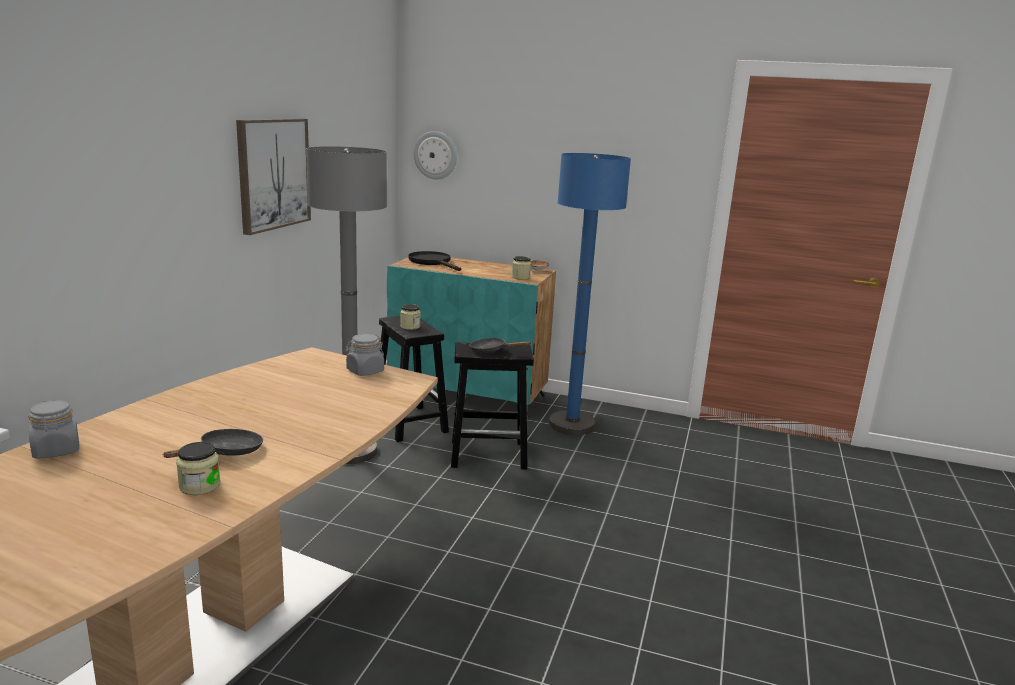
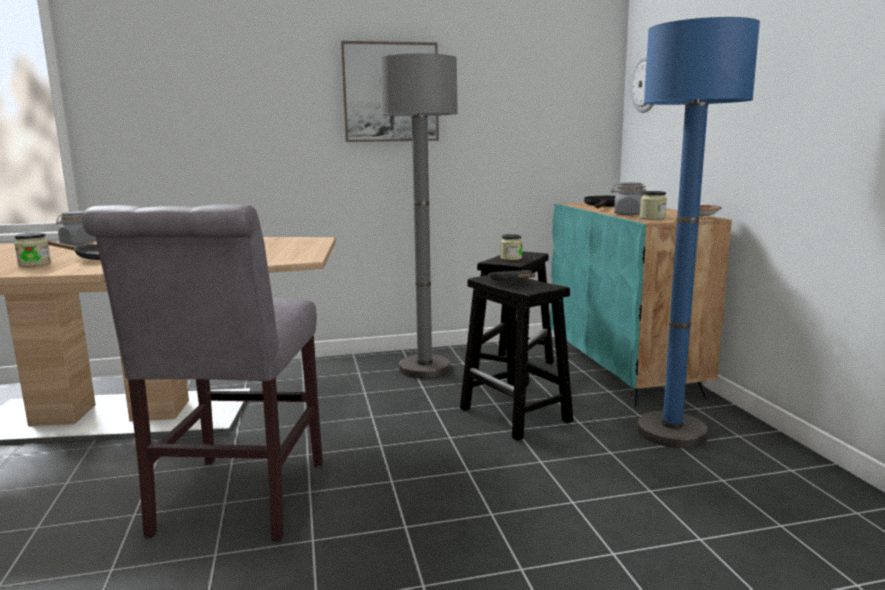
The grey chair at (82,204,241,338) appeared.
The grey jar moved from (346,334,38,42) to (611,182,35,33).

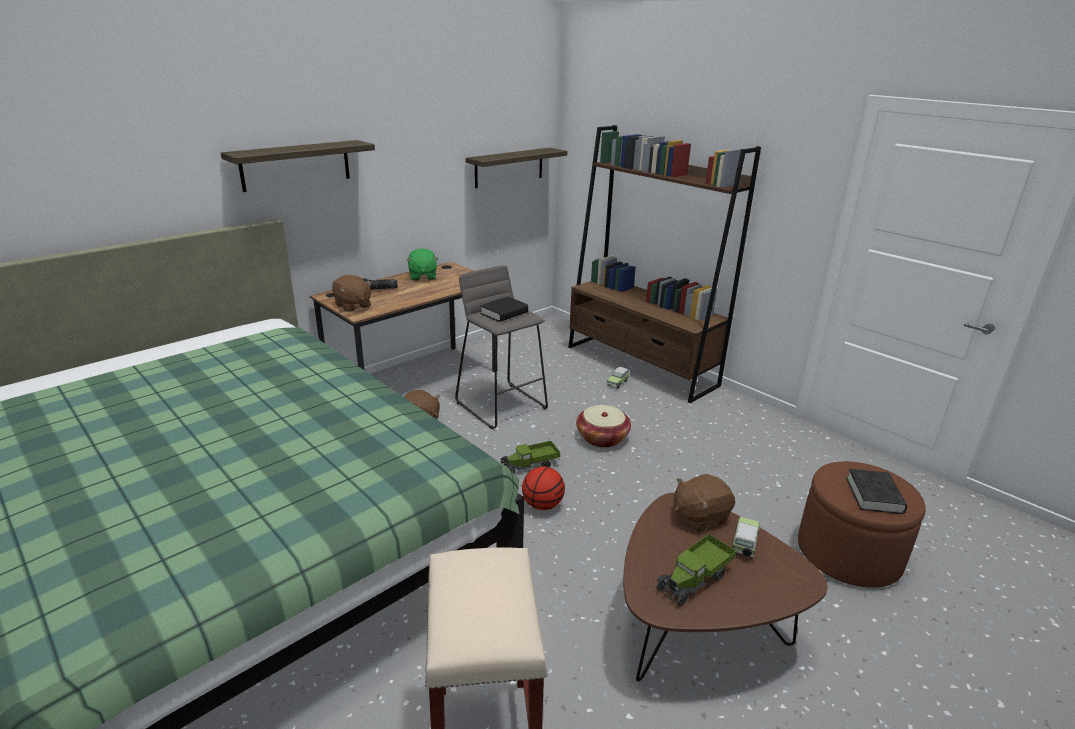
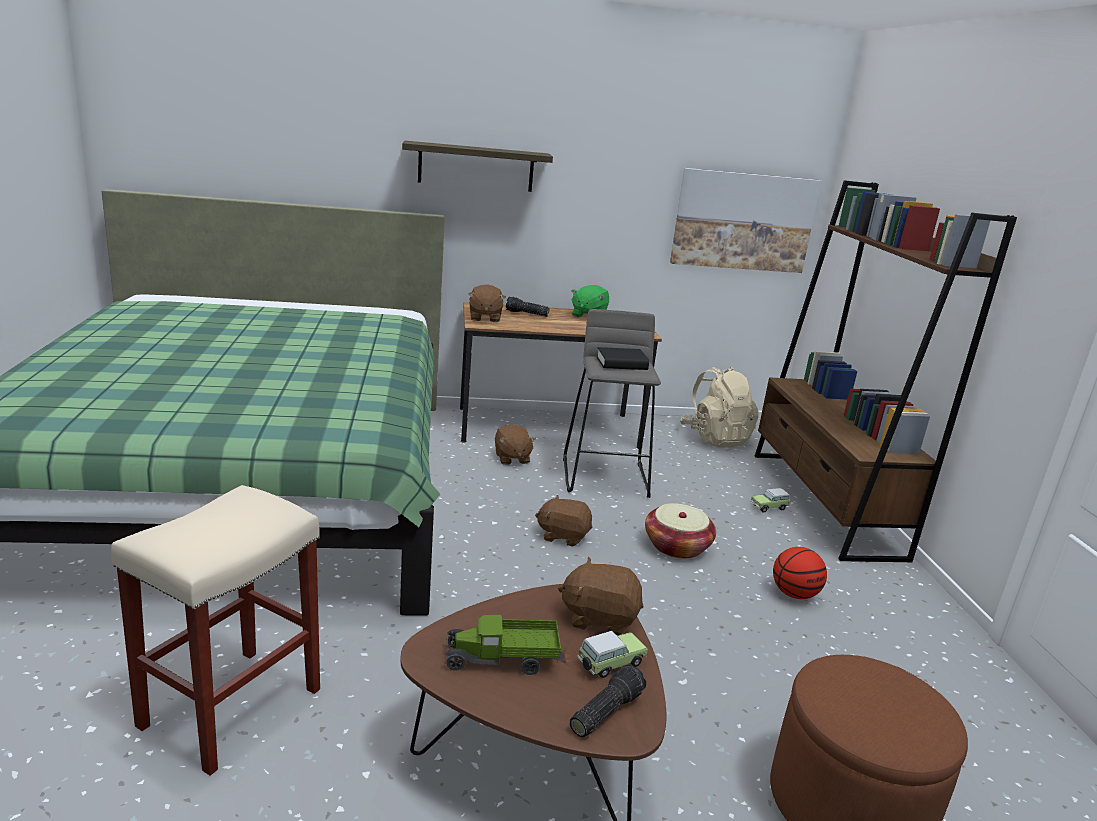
The toy truck at (500,441,60,33) was replaced by the brown plush toy at (535,495,57,52).
The flashlight at (570,664,76,73) appeared.
The shelf at (465,147,102,41) was replaced by the picture at (670,168,151,105).
The beige backpack at (680,367,78,81) appeared.
The basketball moved from (522,467,43,43) to (773,547,54,52).
The black book at (846,469,61,45) disappeared.

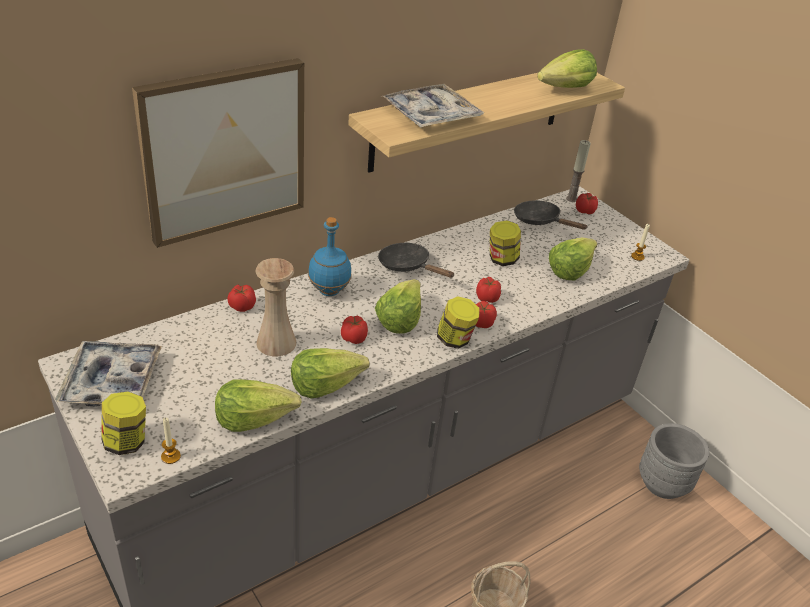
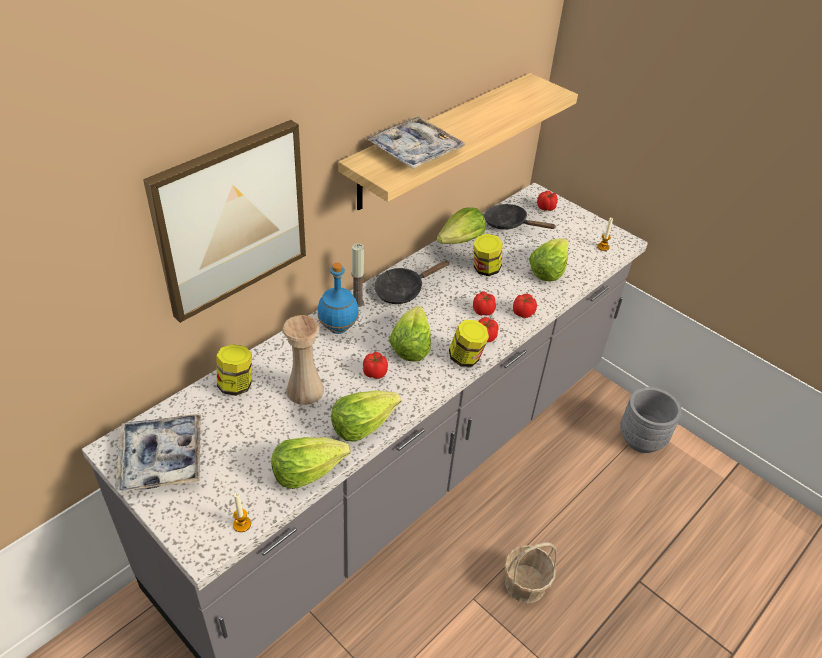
The jar moved from (101,392,45,63) to (217,344,35,52).
The candle moved from (566,140,25,62) to (351,243,13,64).
The black frying pan at (378,243,77,35) turned 60 degrees counterclockwise.
The lettuce moved from (537,49,60,39) to (437,207,49,37).
The tomato moved from (227,284,29,28) to (513,294,24,24).

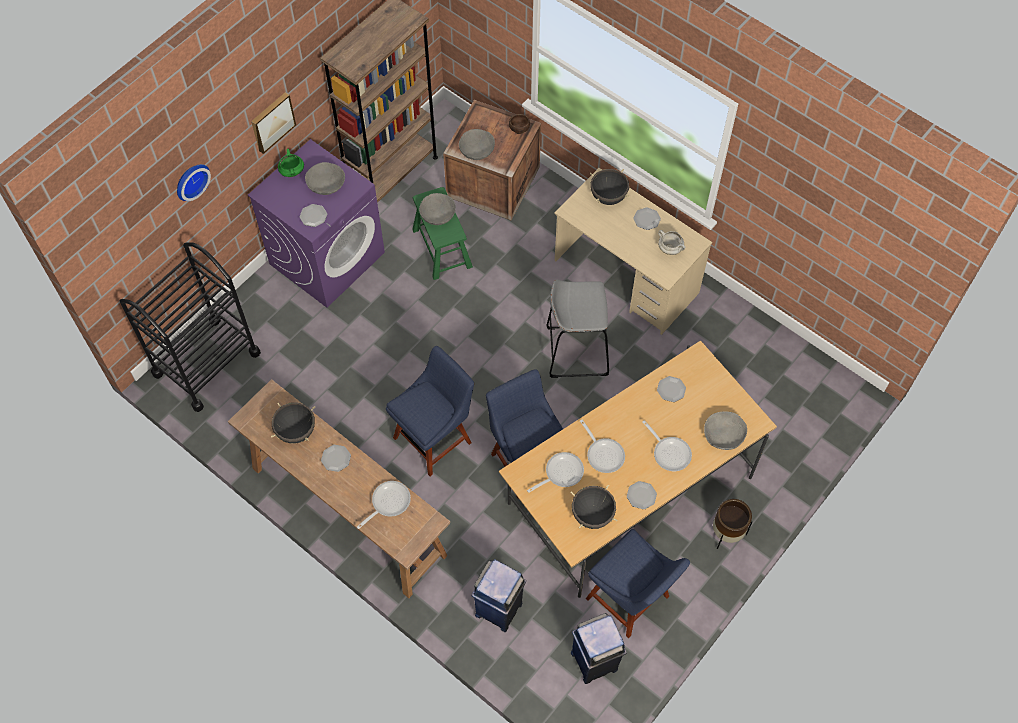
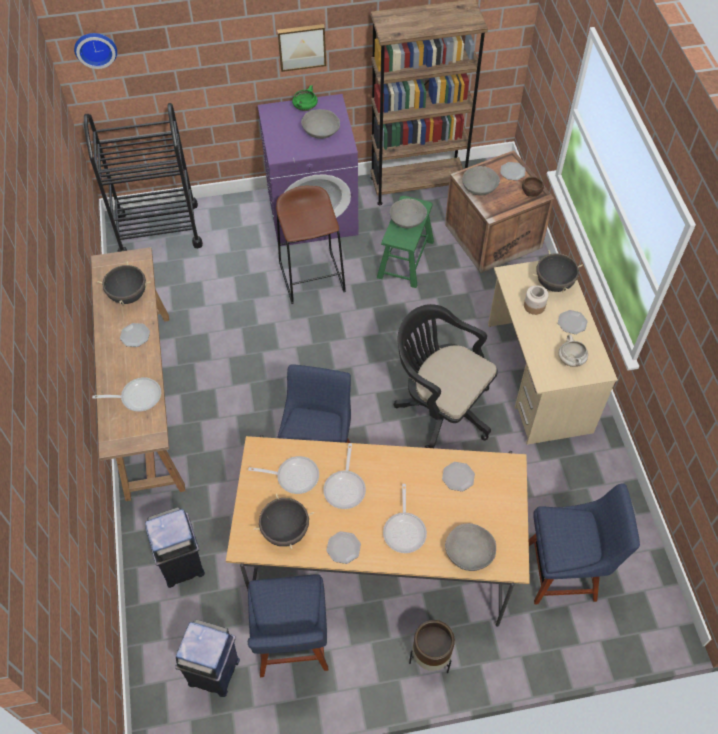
The wall clock moved from (177,164,34,37) to (74,33,43,36).
The brown stool at (276,186,70,118) appeared.
The grey stool at (547,280,62,98) was replaced by the black office chair at (394,304,104,144).
The plate moved from (299,204,28,23) to (500,162,25,18).
The jar at (524,285,24,30) appeared.
The blue chair moved from (386,346,88,130) to (529,483,111,121).

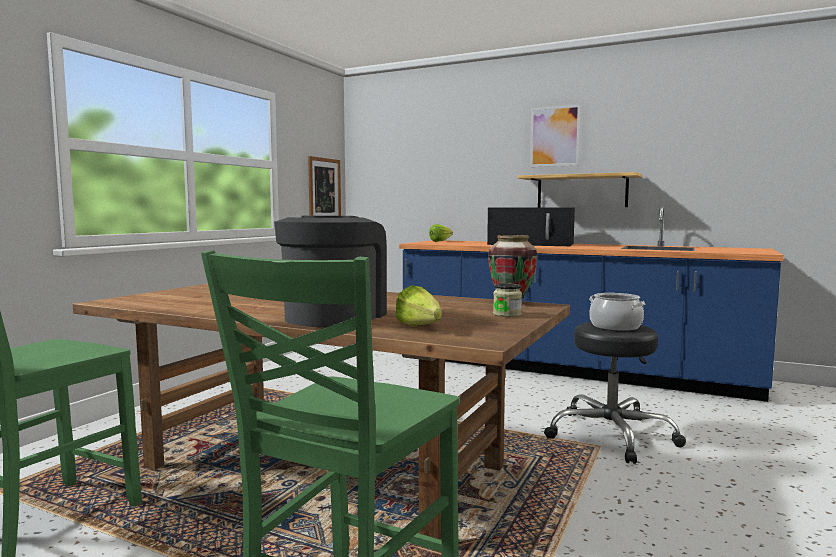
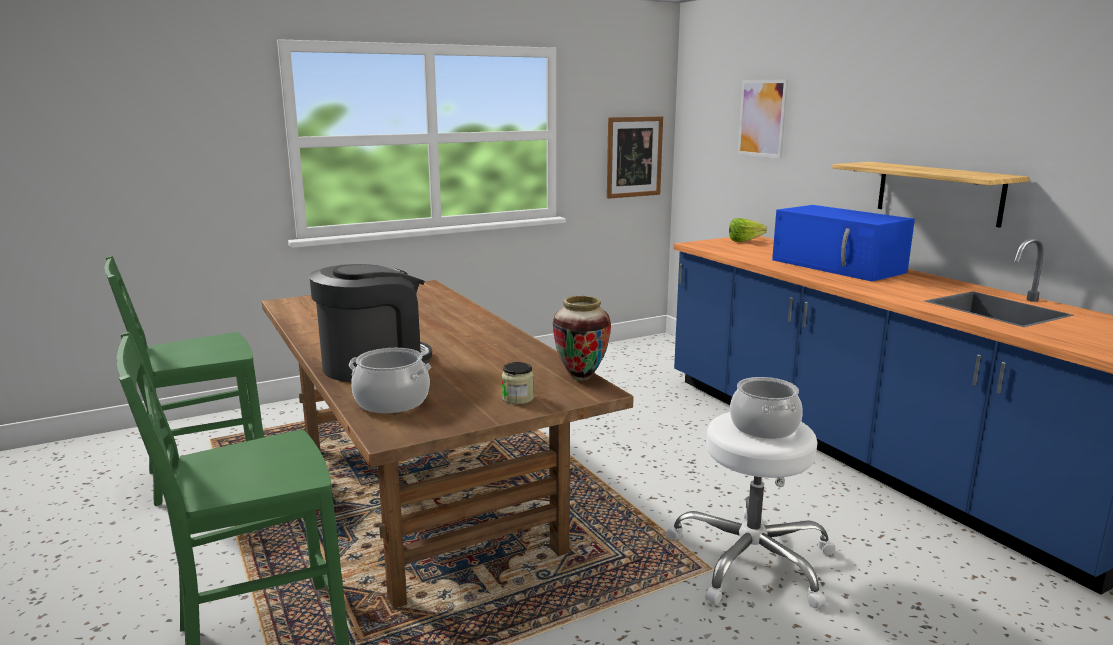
The lettuce at (395,285,47,41) was replaced by the cooking pot at (349,348,82,65).
The black stool at (544,322,142,142) became the white stool at (666,412,169,196).
The picture moved from (530,104,51,63) to (737,79,51,79).
The black microwave at (487,207,88,39) became the blue microwave at (772,205,143,76).

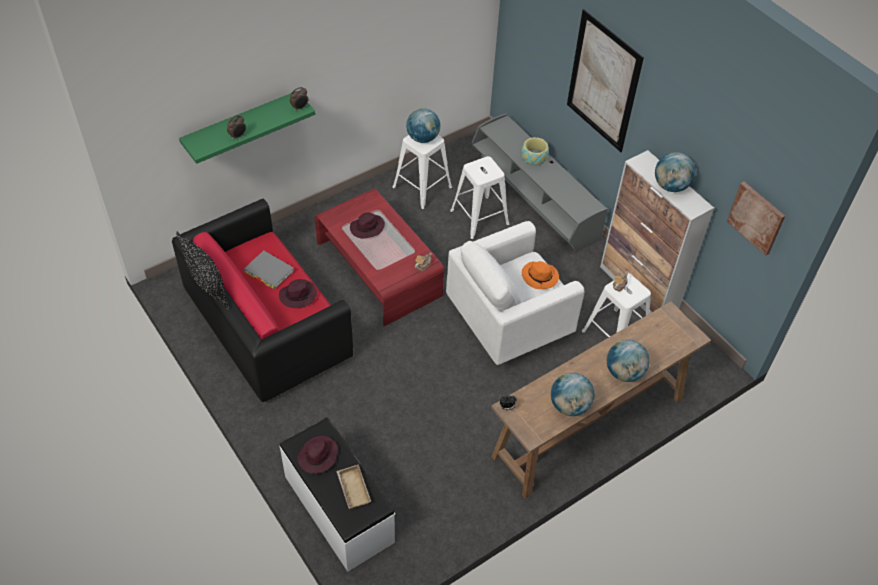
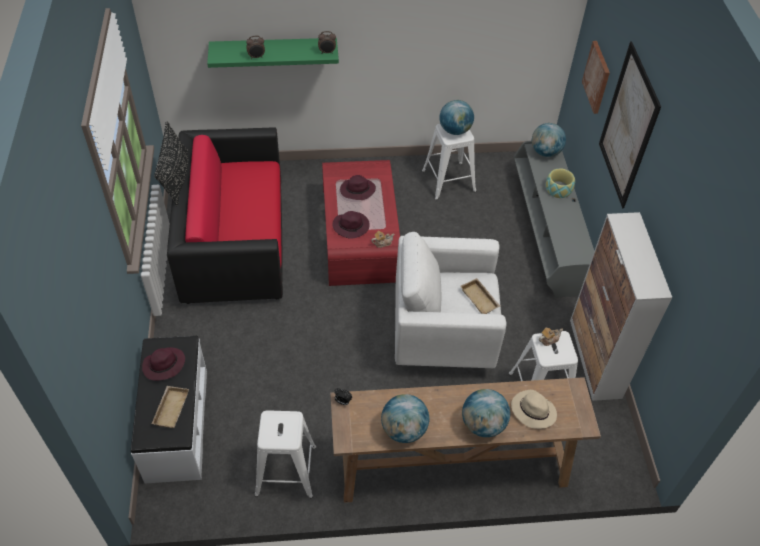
The white stool moved from (450,156,60,84) to (255,410,61,88).
The purple hat moved from (279,279,38,29) to (332,211,38,28).
The orange hat at (522,261,37,28) was replaced by the beige tray at (461,278,39,36).
The beige hat at (511,390,46,39) appeared.
The globe moved from (655,152,40,40) to (532,123,34,34).
The picture moved from (727,182,58,73) to (582,41,28,73).
The grey book at (244,250,50,39) disappeared.

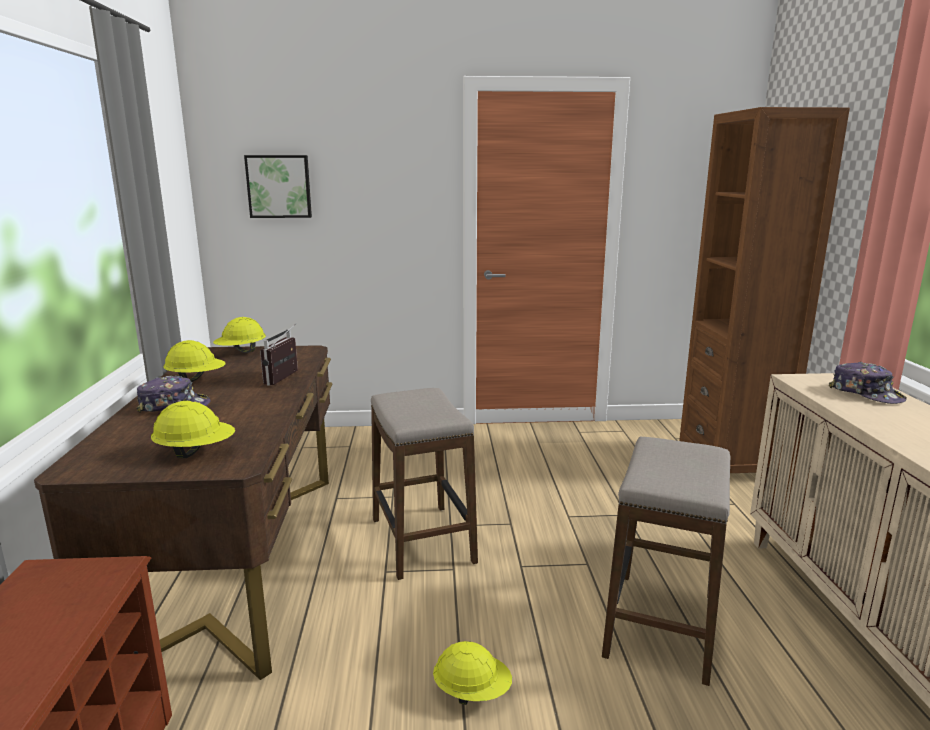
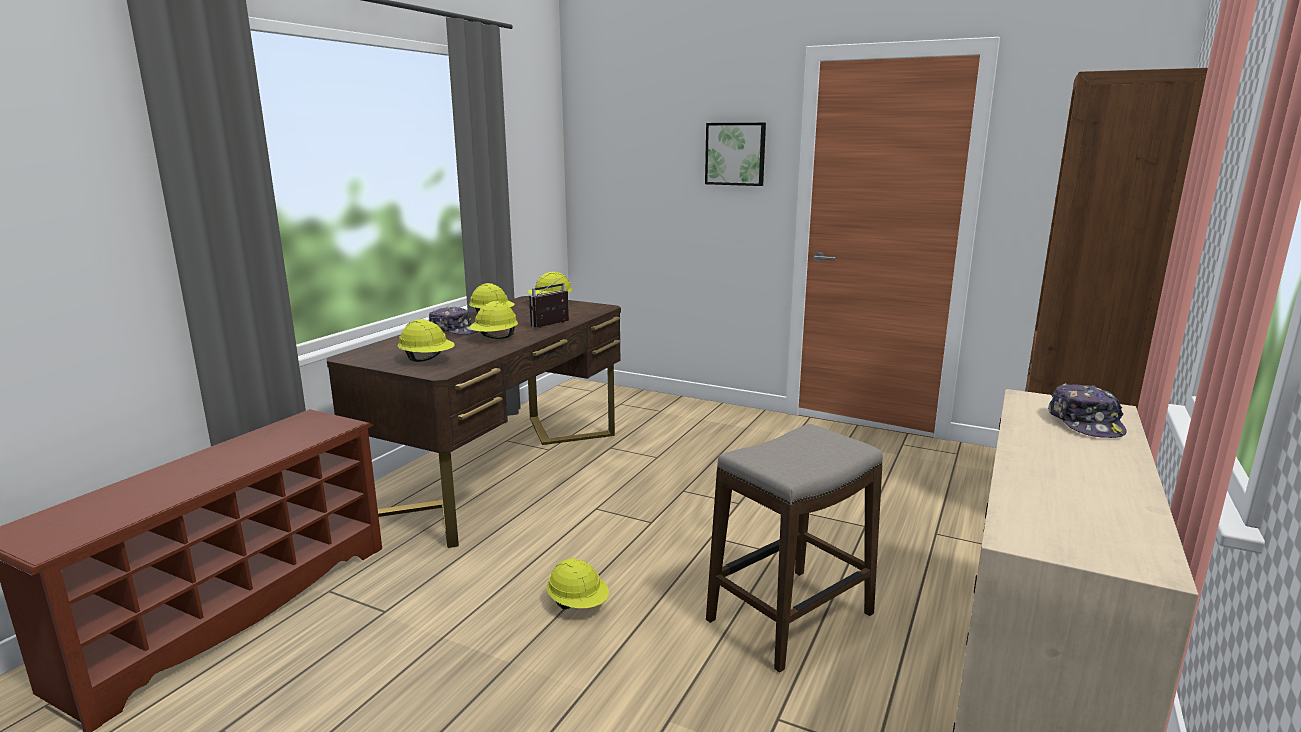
The yellow hard hat at (470,301,48,38) appeared.
The picture moved from (244,155,68,63) to (705,123,61,63).
The stool at (371,388,107,192) disappeared.

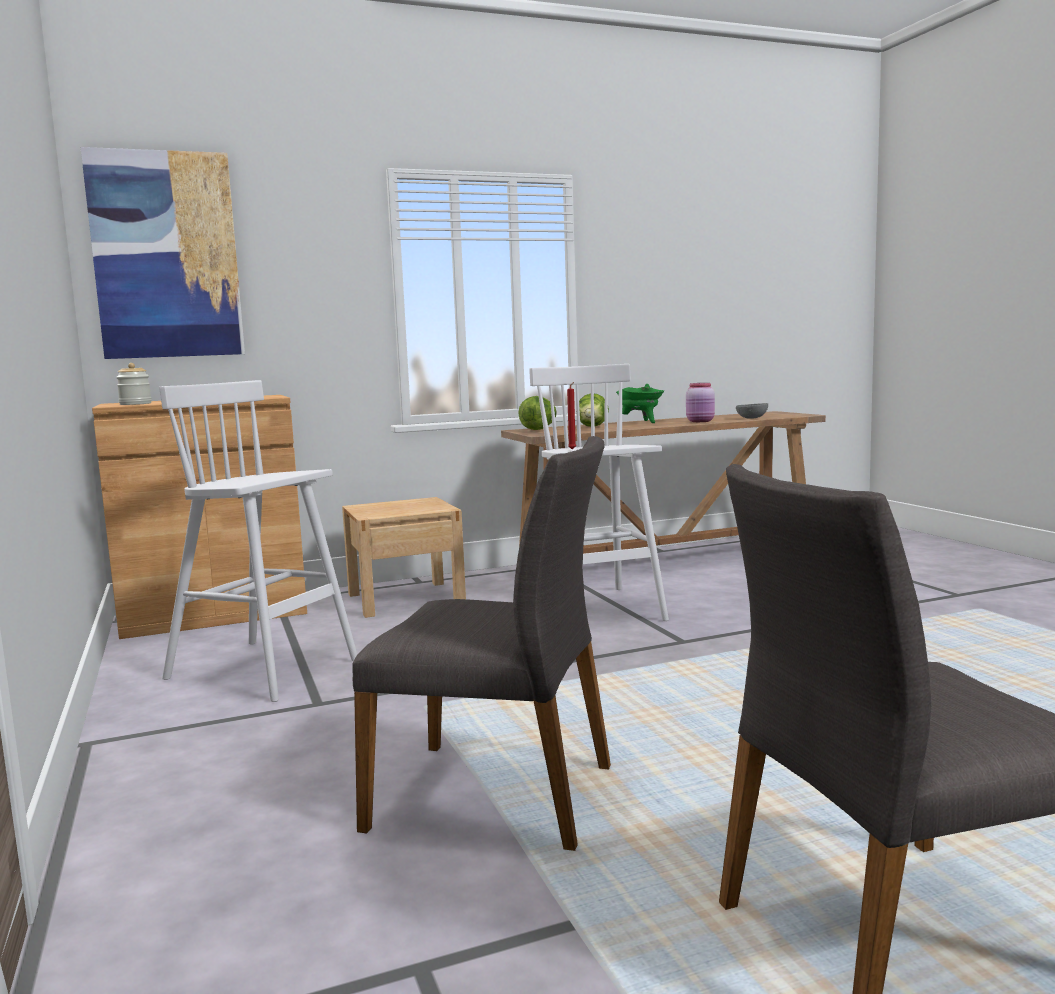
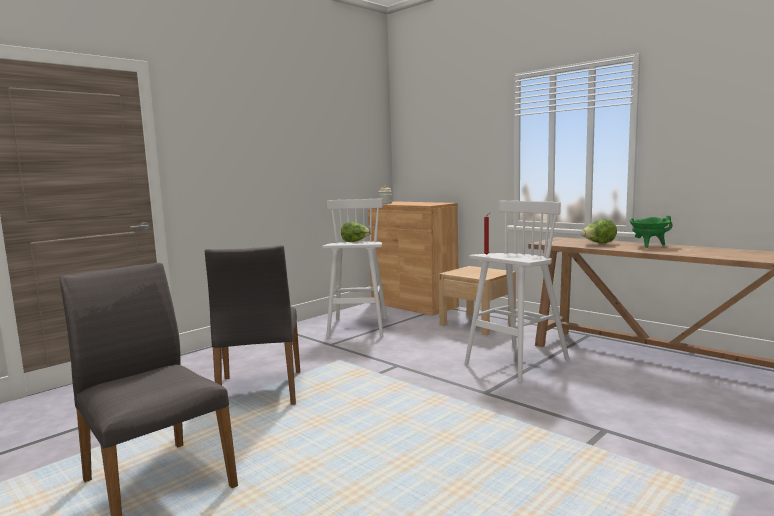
The lettuce moved from (518,396,39,34) to (341,222,31,20).
The picture at (81,147,164,212) disappeared.
The pink jar at (686,383,29,39) disappeared.
The grey bowl at (736,403,32,16) disappeared.

